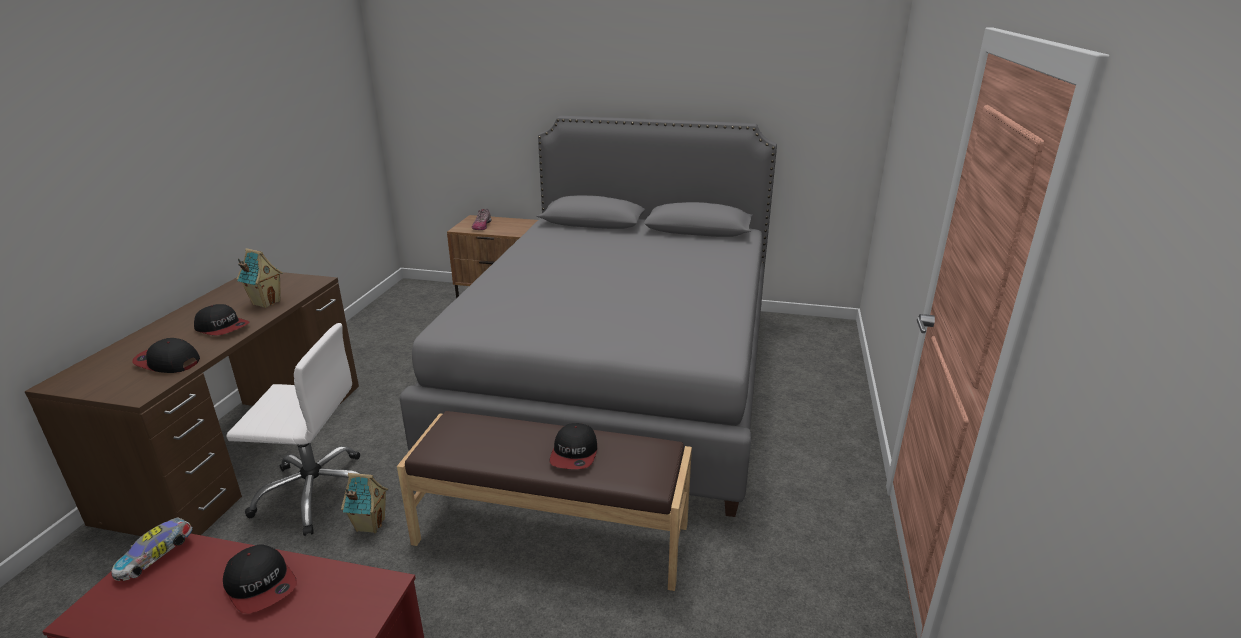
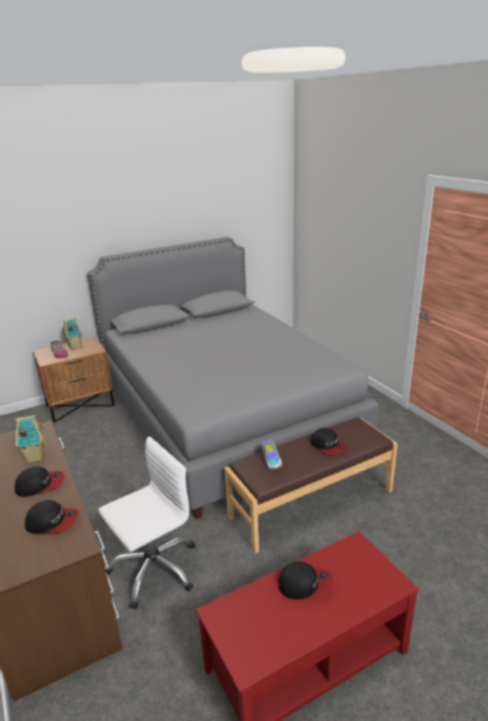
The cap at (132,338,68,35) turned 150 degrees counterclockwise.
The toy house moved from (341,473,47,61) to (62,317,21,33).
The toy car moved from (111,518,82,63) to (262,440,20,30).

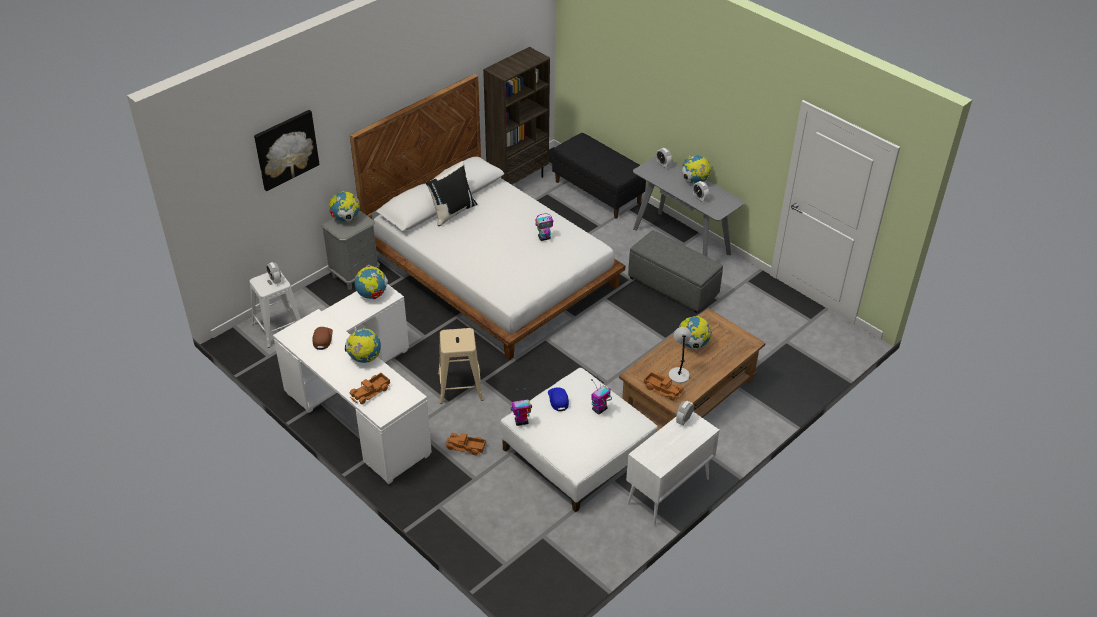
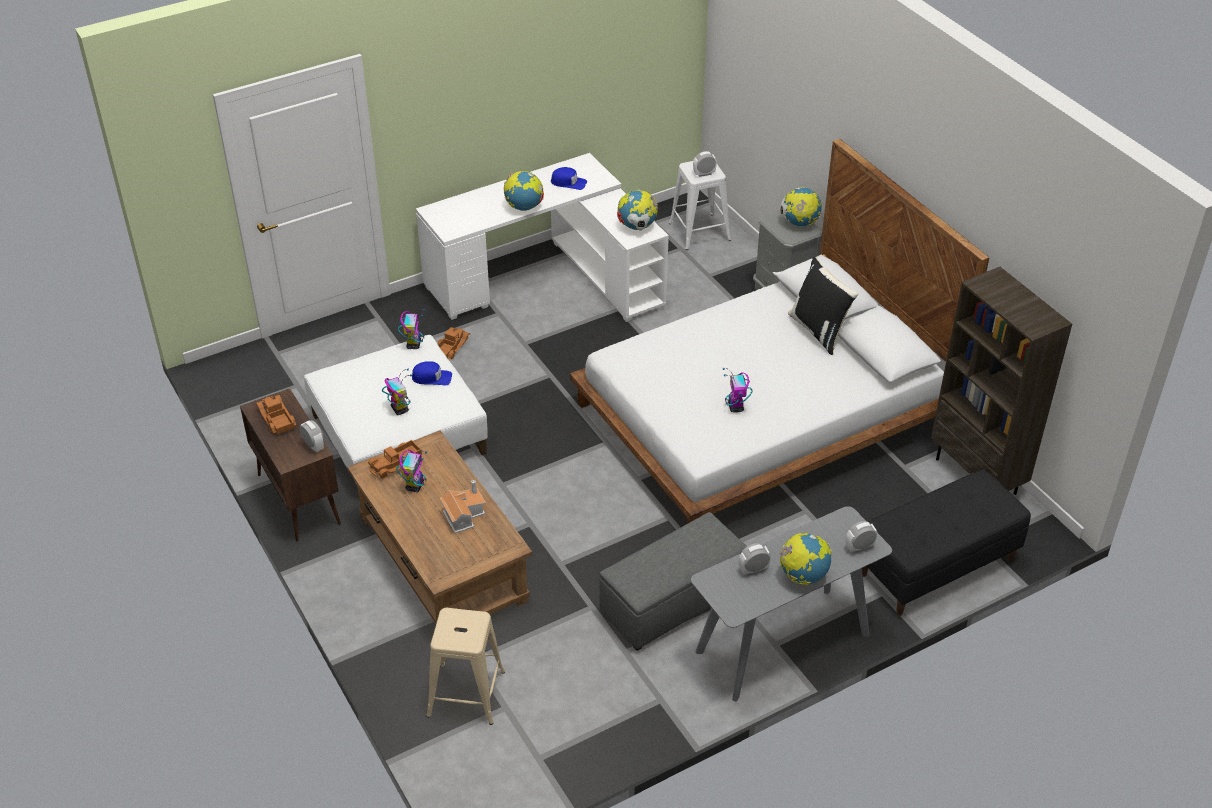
The white cabinet at (626,412,94,114) became the brown cabinet at (240,388,101,153).
The toy truck moved from (349,373,41,31) to (256,395,40,39).
The grey table lamp at (669,327,22,56) was replaced by the toy robot at (396,450,31,42).
The beige stool moved from (438,328,45,76) to (427,607,78,118).
The globe at (679,316,33,34) was replaced by the toy house at (440,480,46,53).
The brown cap at (312,327,21,23) became the blue cap at (551,167,36,23).
The picture at (254,110,66,81) disappeared.

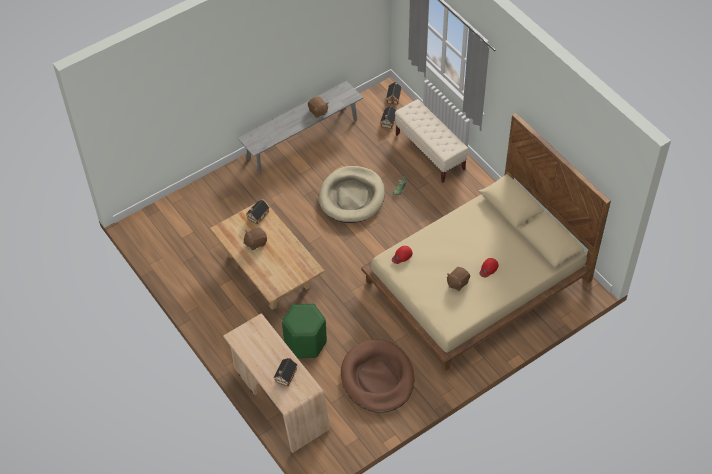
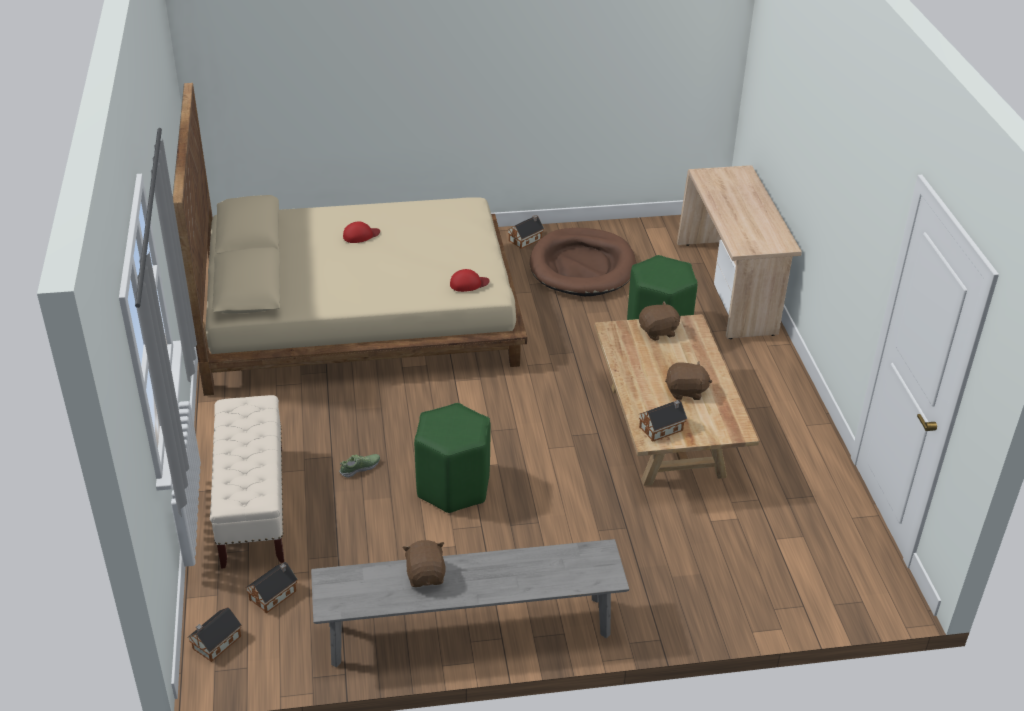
The beige dog bed at (318,166,67,57) was replaced by the green stool at (414,403,77,110).
The toy house moved from (274,358,23,28) to (508,215,36,34).
The brown plush toy moved from (447,267,23,24) to (639,301,42,40).

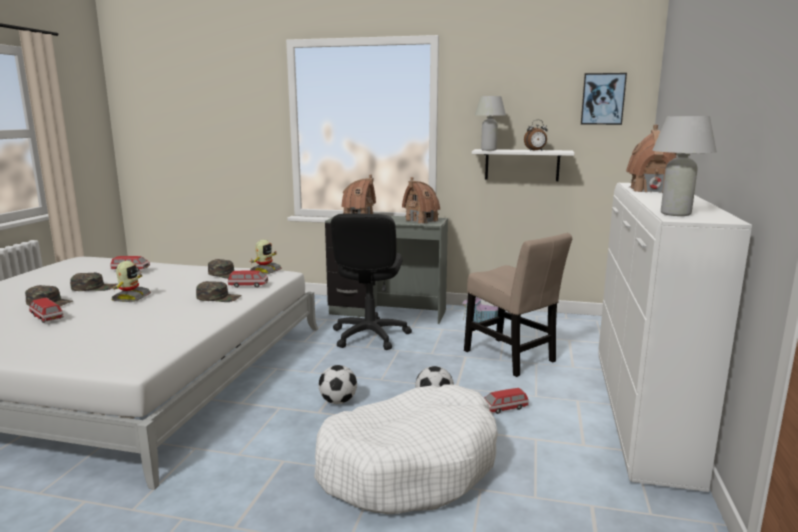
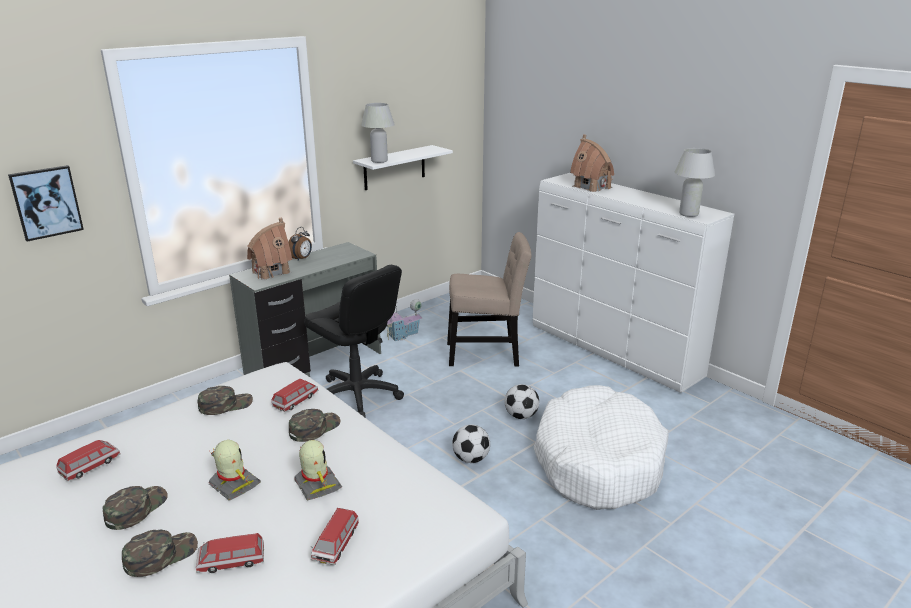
The picture moved from (581,73,46,52) to (8,165,76,77).
The alarm clock moved from (524,120,24,31) to (288,227,24,34).
The toy robot moved from (250,240,32,35) to (294,440,48,61).
The toy car moved from (484,388,45,26) to (311,508,48,57).
The toy house at (402,177,38,47) disappeared.

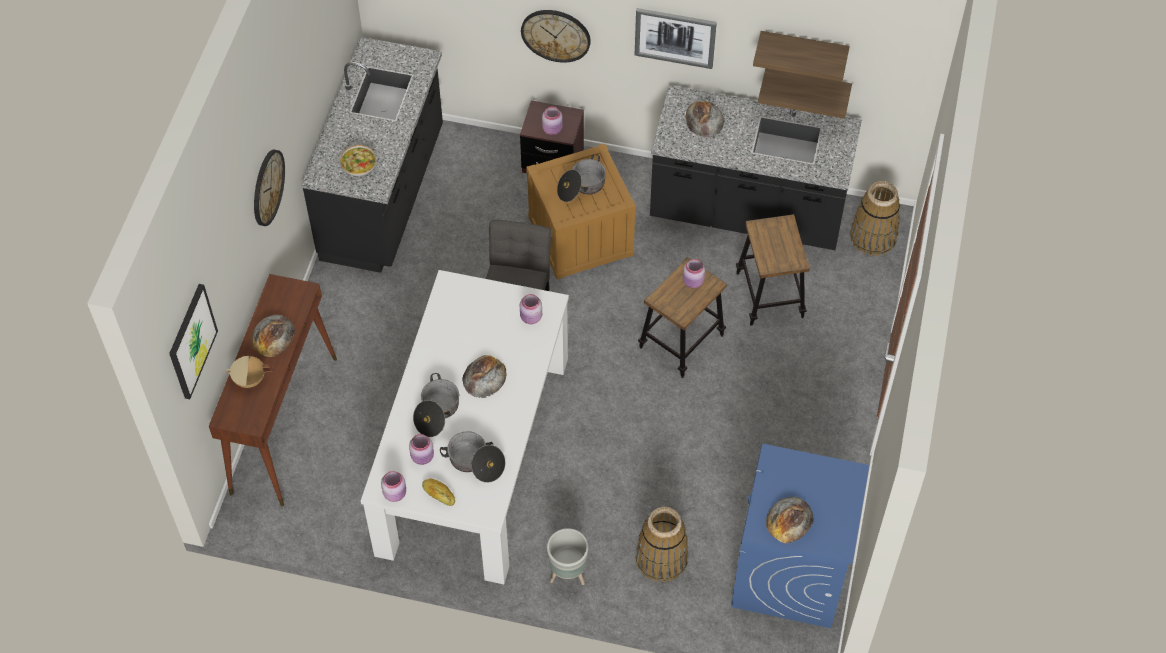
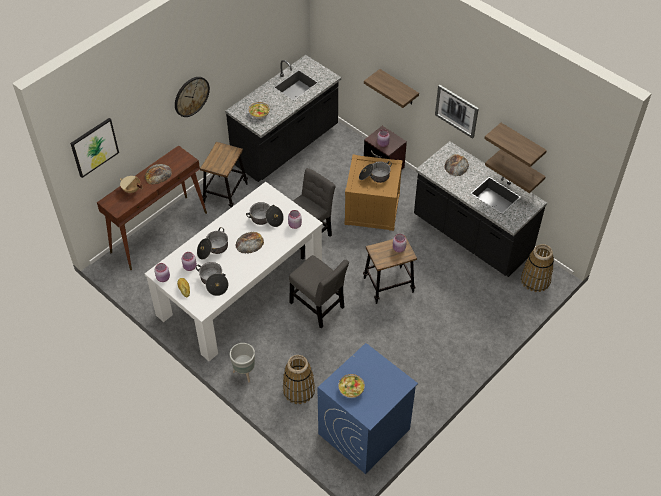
The stool moved from (736,214,74,112) to (200,142,48,65).
The cooking pot at (246,202,38,25) appeared.
The grey chair at (289,255,60,74) appeared.
The bread at (766,497,48,47) was replaced by the bowl at (338,374,27,24).
The wall clock at (521,10,70,53) was replaced by the shelf at (364,69,55,39).

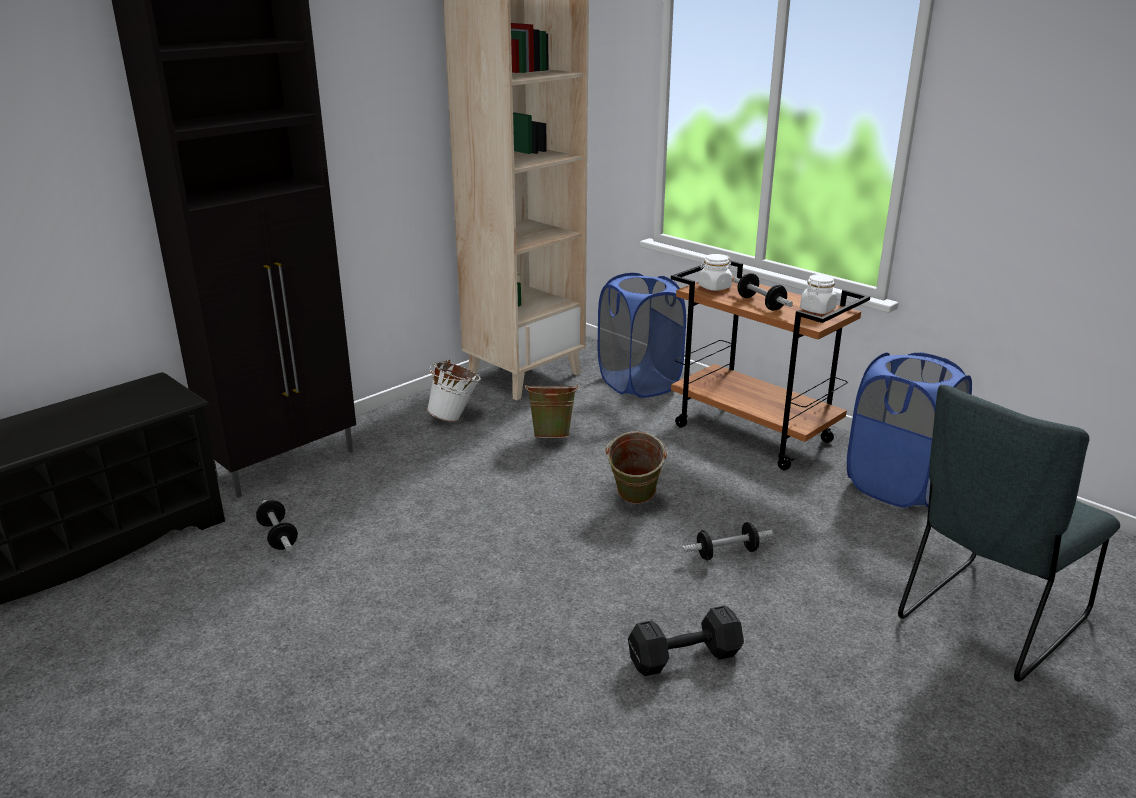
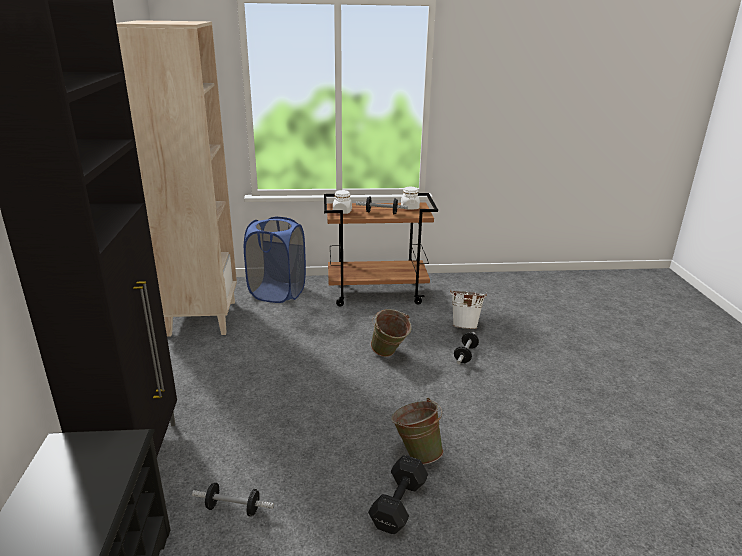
The black dumbbell moved from (628,605,116,71) to (368,455,60,79).
The green bucket moved from (525,383,54,55) to (391,398,53,67).
The white bucket moved from (427,359,54,63) to (450,289,37,40).
The blue laundry basket at (847,352,125,156) disappeared.
The grey chair at (898,385,222,297) disappeared.

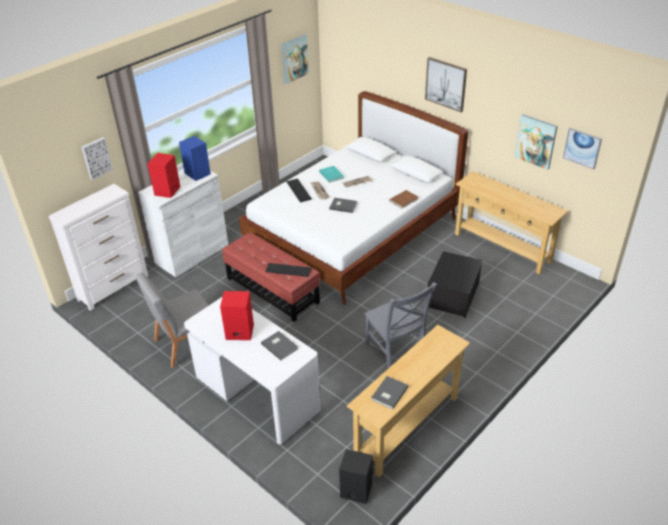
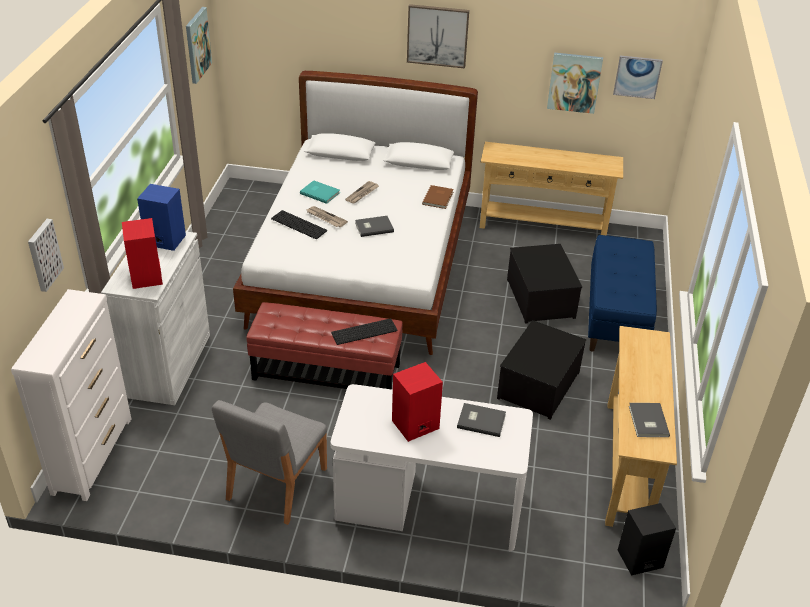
The grey chair at (364,282,73,87) was replaced by the storage box at (497,320,89,100).
The blue bench at (588,235,69,116) appeared.

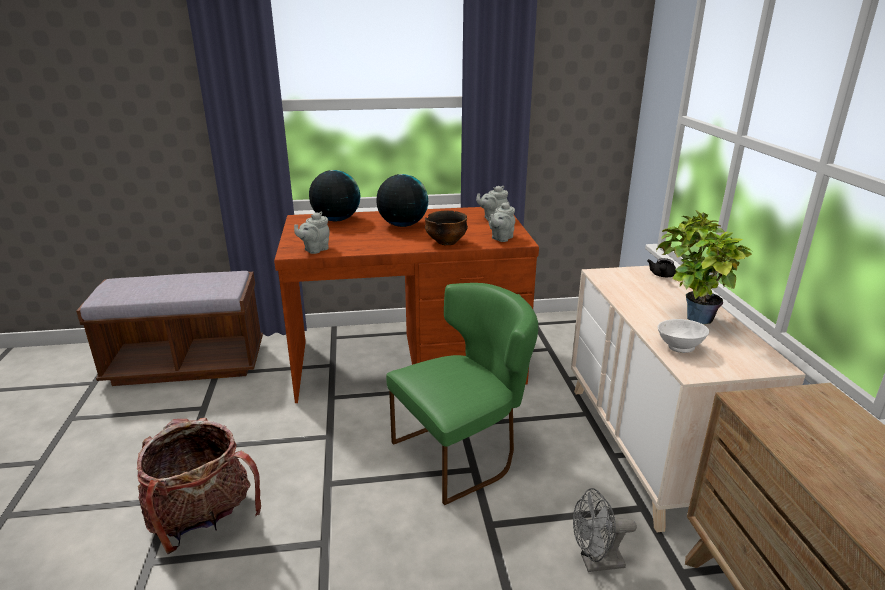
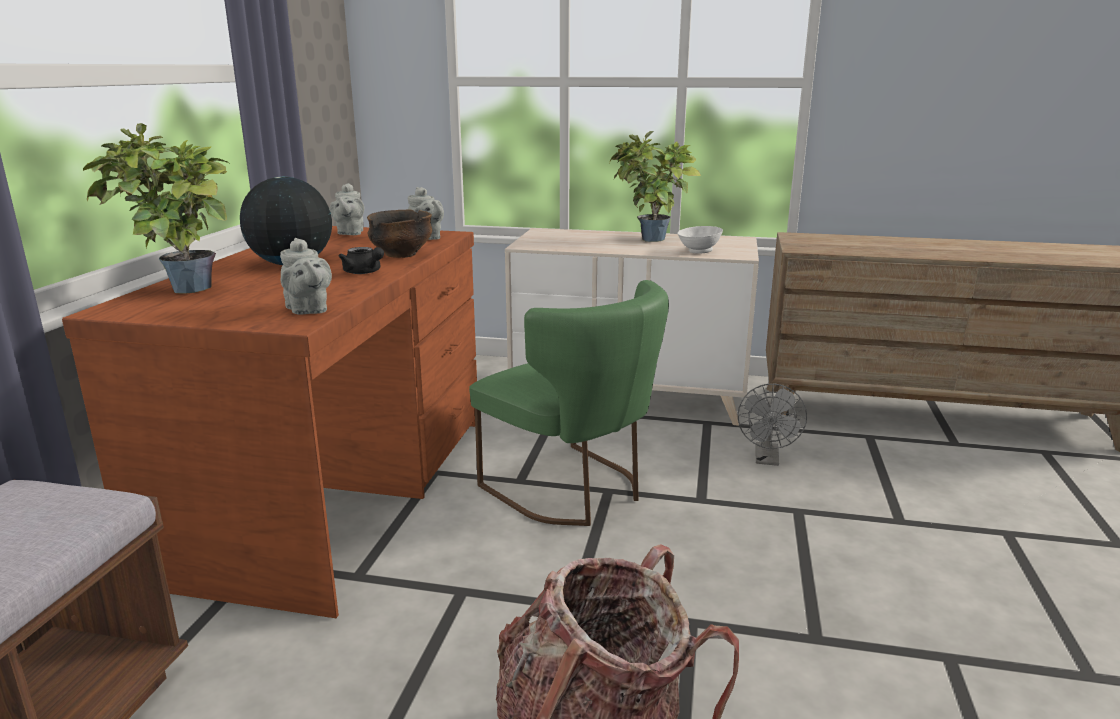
The globe at (309,170,51,51) was replaced by the potted plant at (83,123,146,171).
The black teapot moved from (647,258,29,19) to (339,247,45,27).
The green chair at (386,283,152,222) turned 150 degrees clockwise.

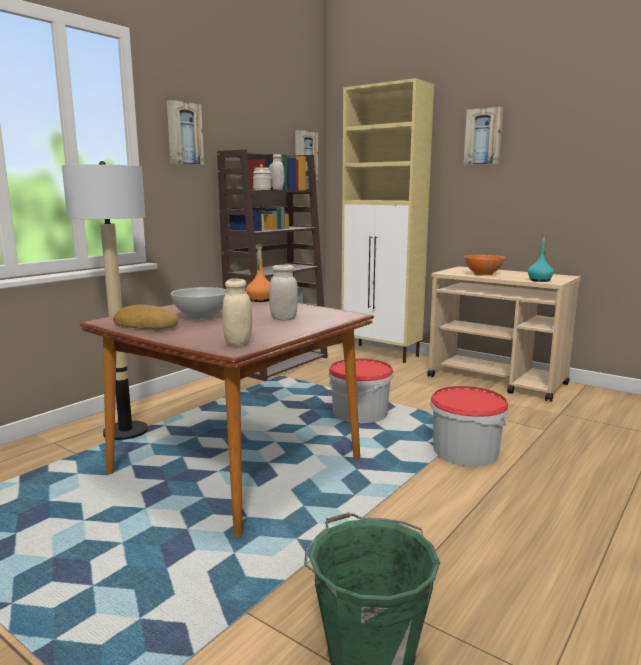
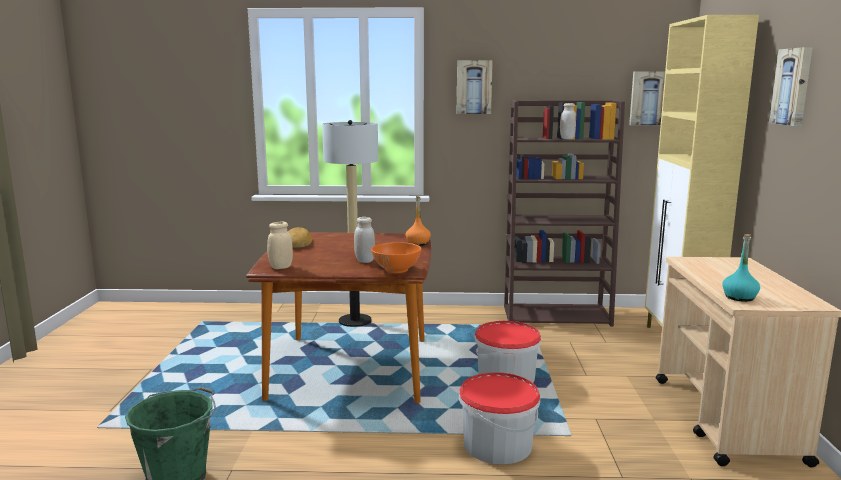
The orange bowl moved from (464,255,41,21) to (371,242,50,31).
The white bowl at (170,287,57,33) disappeared.
The jar at (253,164,18,26) disappeared.

